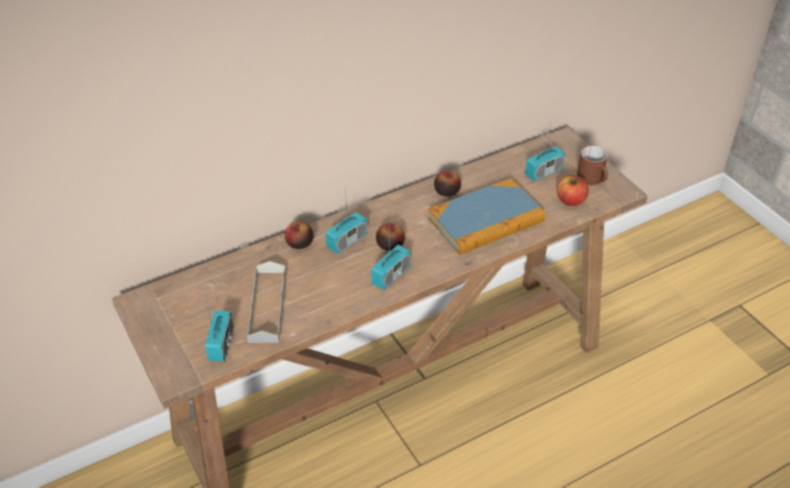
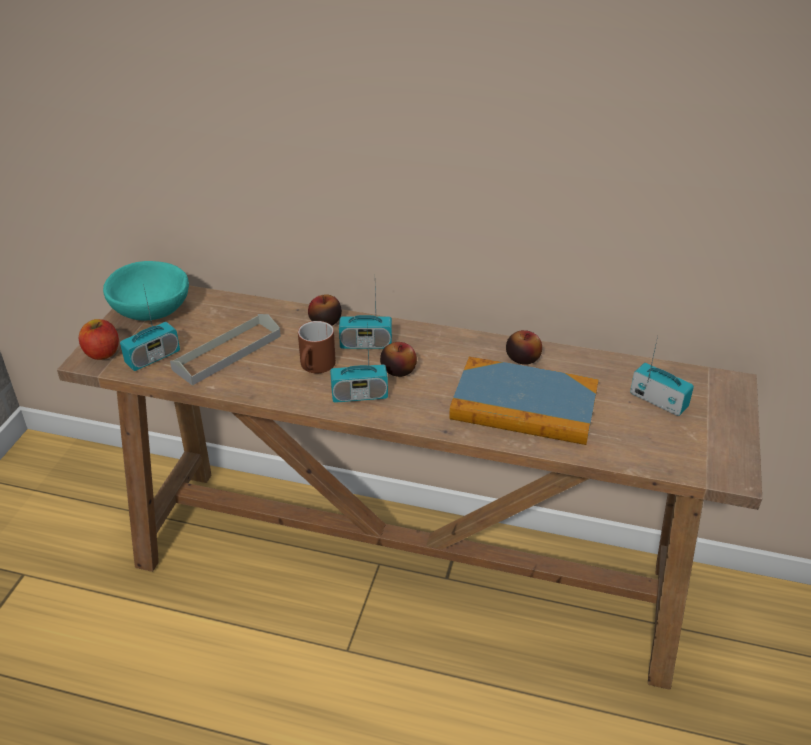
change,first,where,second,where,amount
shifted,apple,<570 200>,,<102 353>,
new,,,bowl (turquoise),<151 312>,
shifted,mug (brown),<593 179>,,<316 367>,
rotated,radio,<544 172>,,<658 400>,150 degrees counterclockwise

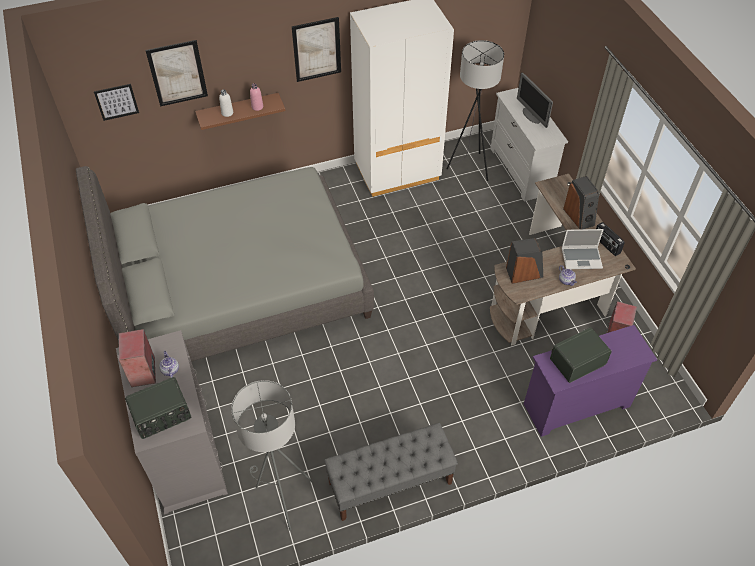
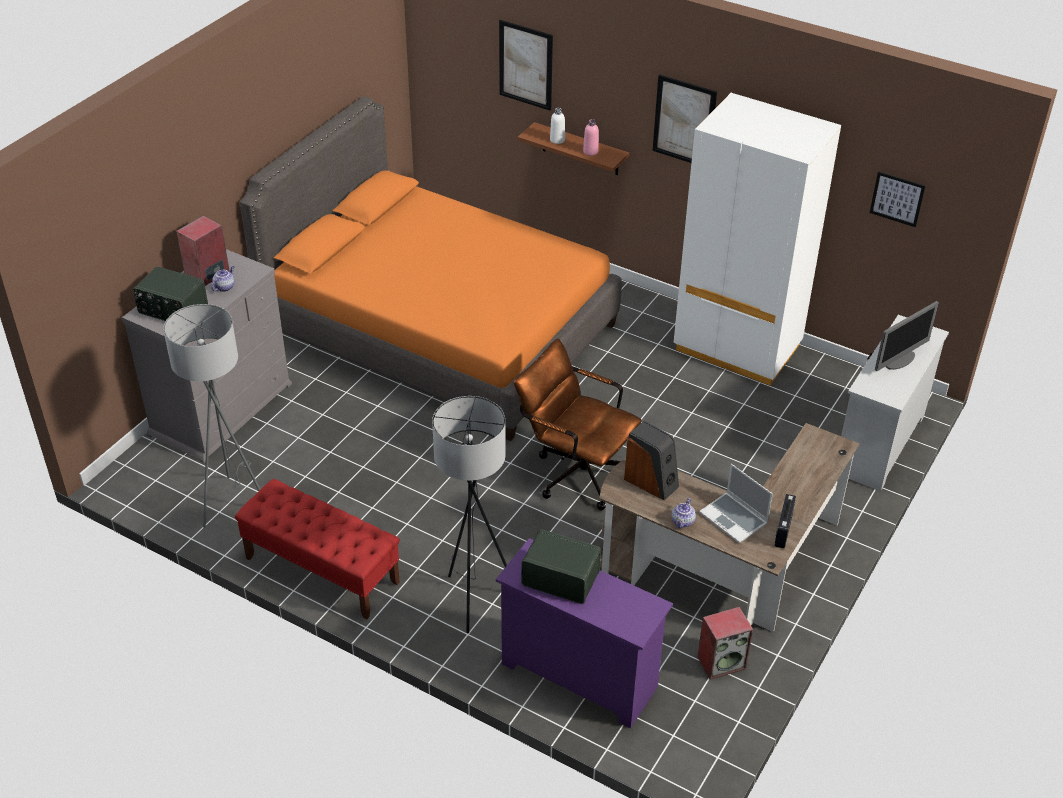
change,first,where,second,where,amount
repainted,bench (grey),<389 483>,bench (red),<321 570>,
repainted,bed (grey),<239 288>,bed (orange),<440 331>,
shifted,floor lamp (grey),<467 168>,,<473 597>,
new,,,office chair (brown),<575 471>,
shifted,picture,<116 102>,,<897 199>,
rotated,monitor,<531 116>,,<900 360>,150 degrees counterclockwise
gone,speaker,<579 216>,,,

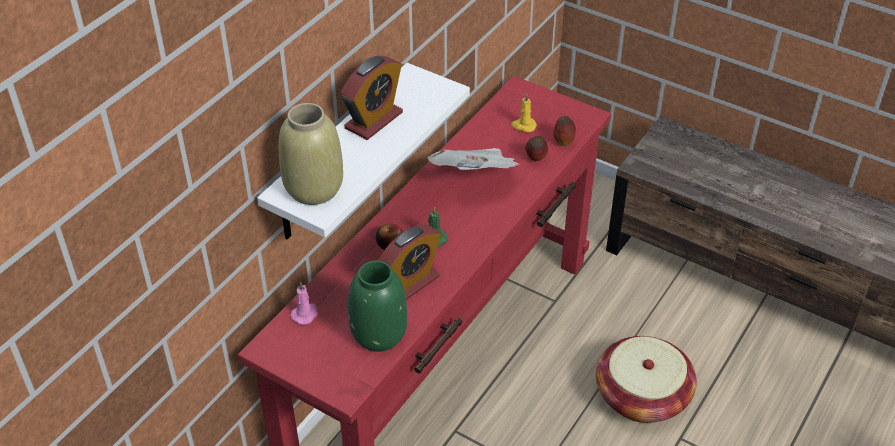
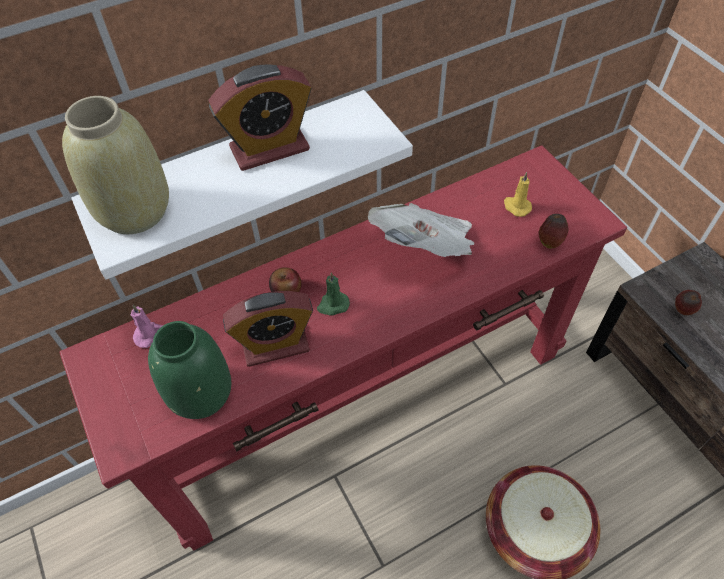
change,first,where,second,where,amount
shifted,apple,<535 159>,,<682 311>,

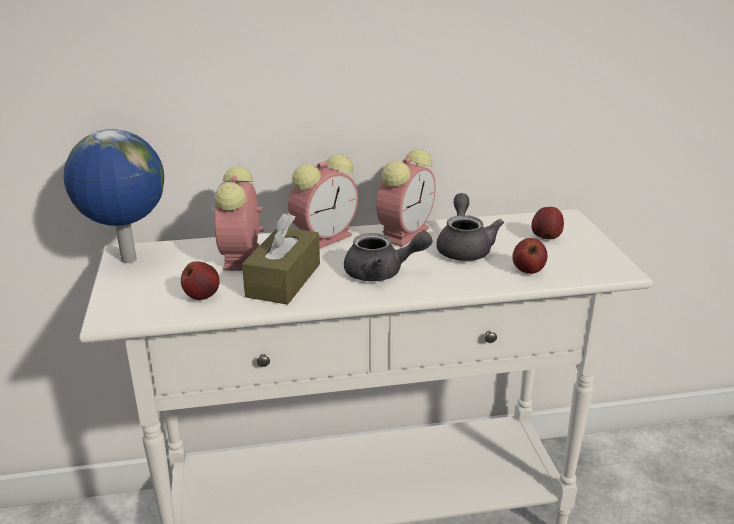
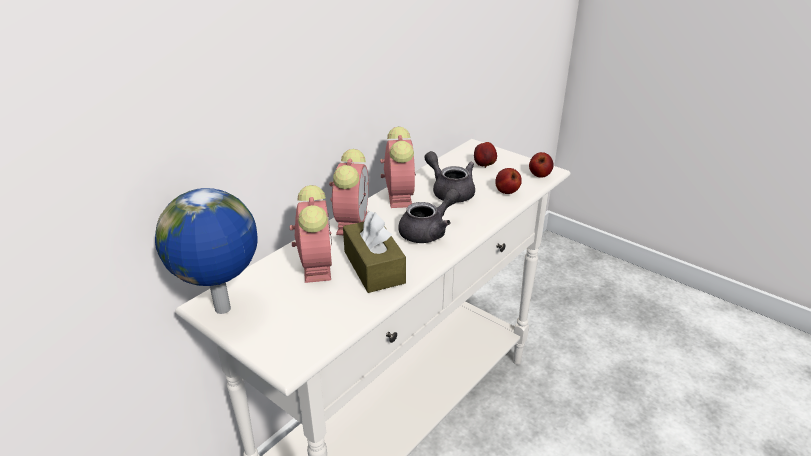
change,first,where,second,where,amount
rotated,alarm clock,<241 258>,,<316 265>,150 degrees counterclockwise
shifted,apple,<202 296>,,<539 175>,

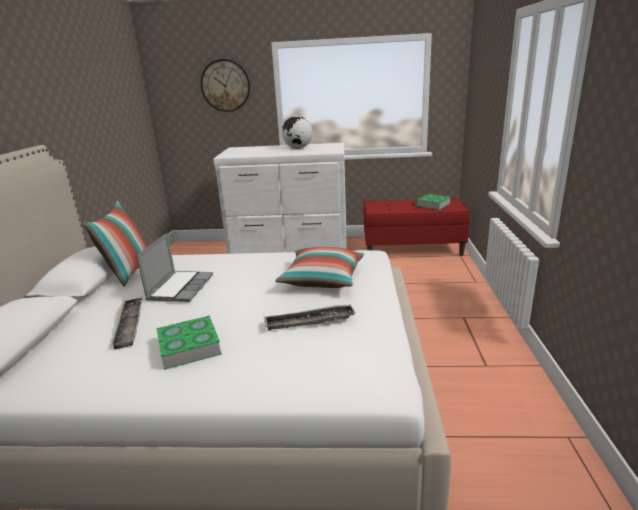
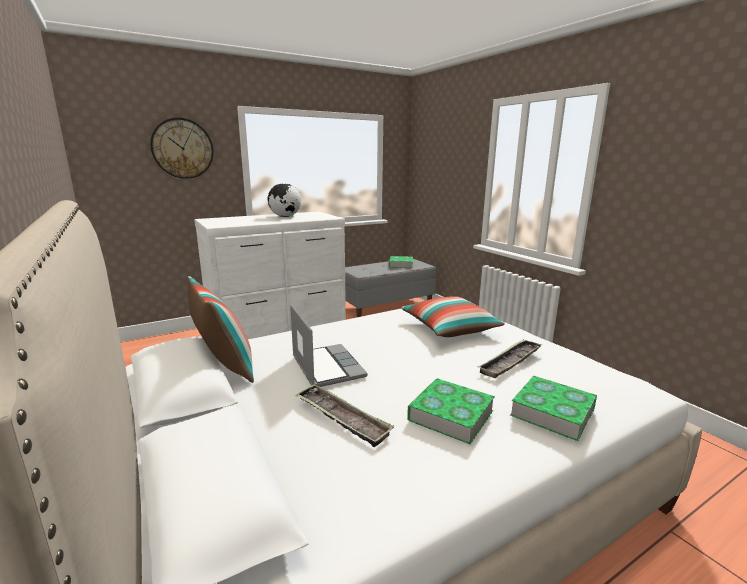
change,first,where,second,where,amount
repainted,bench (red),<412 249>,bench (grey),<386 307>,
new,,,book,<552 412>,

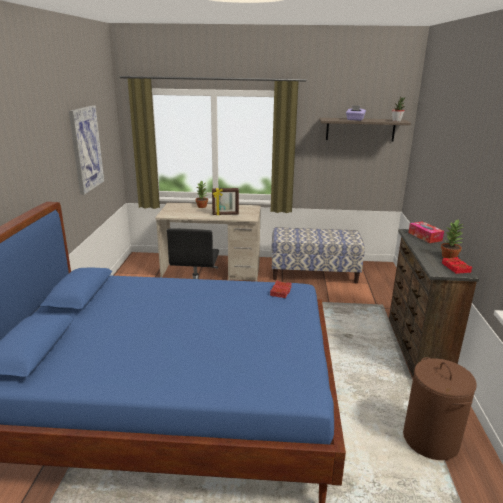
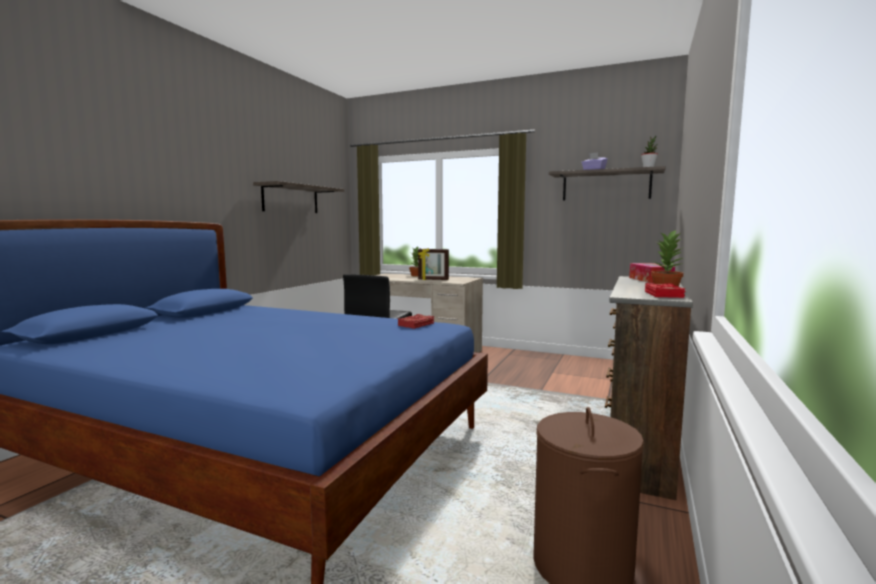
change,first,where,second,where,amount
swapped,picture,<86 149>,shelf,<291 199>,
gone,bench,<314 273>,,,

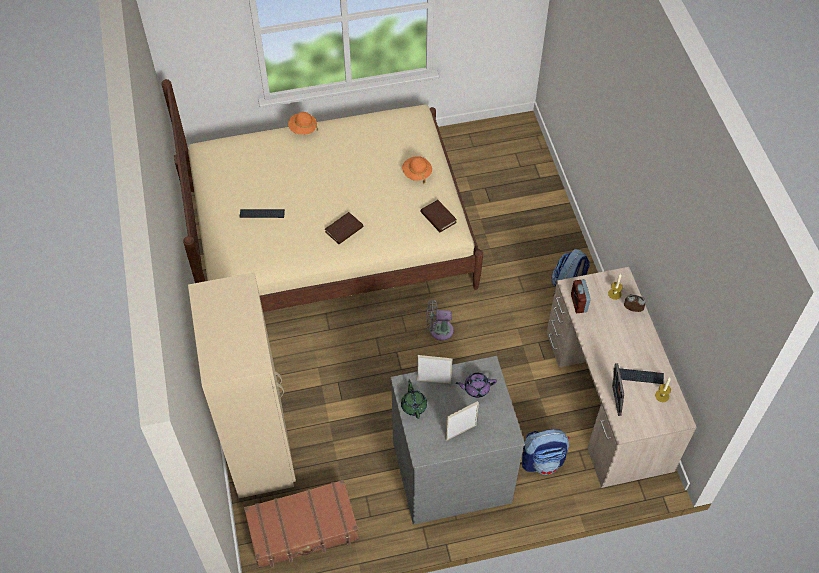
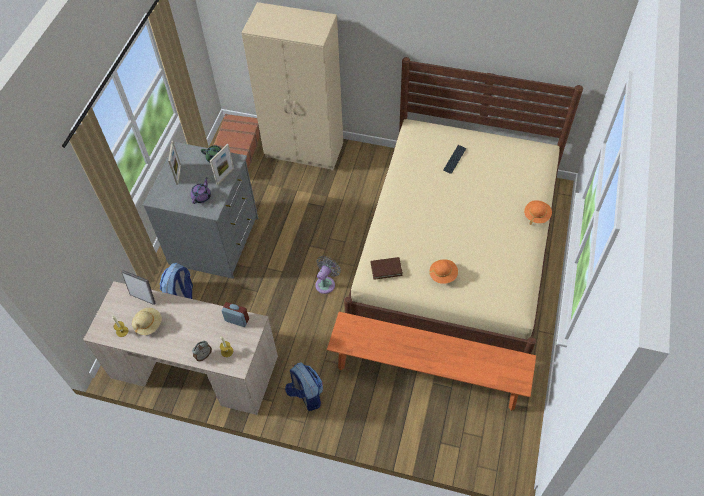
change,first,where,second,where,amount
swapped,keyboard,<638 376>,hat (beige),<148 324>,
new,,,bench (orange),<427 374>,
gone,book (brown),<344 229>,,,

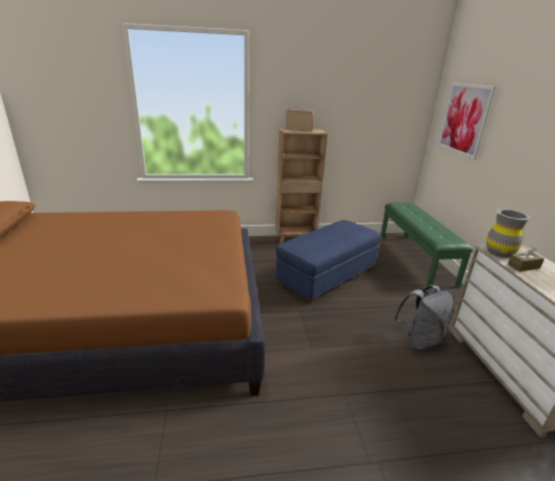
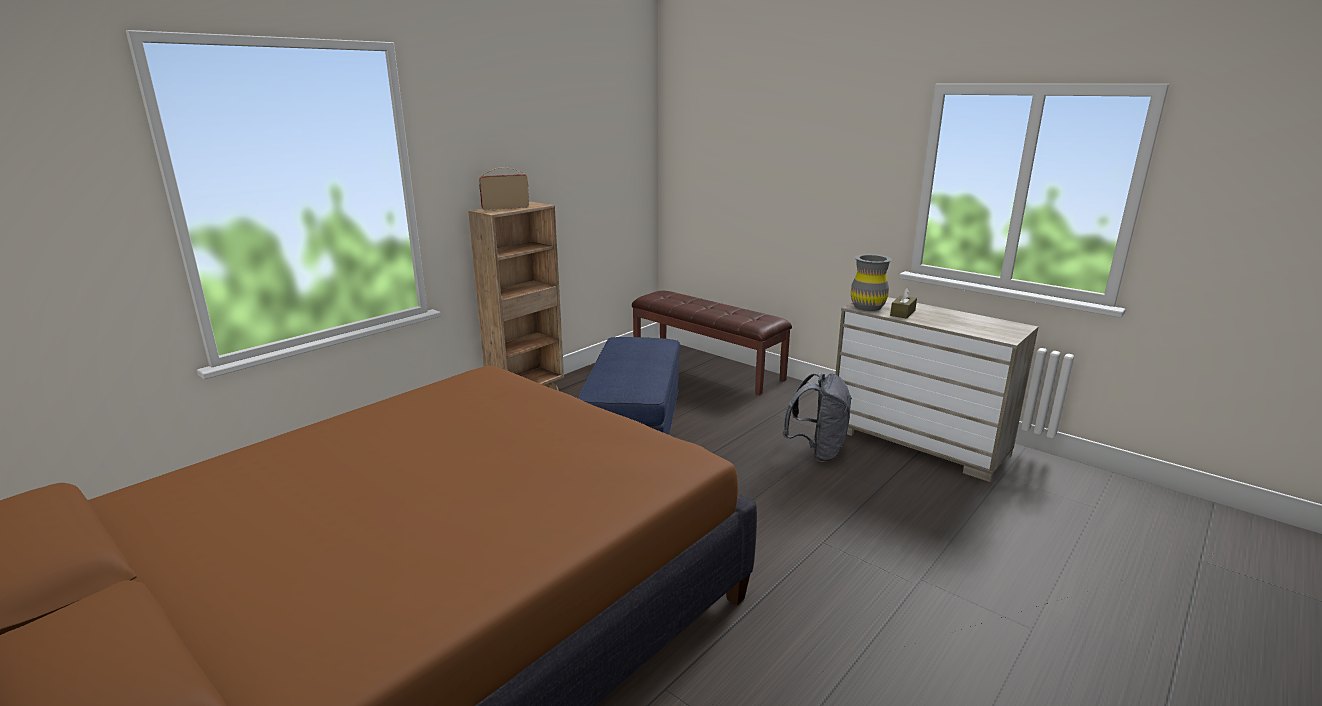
change,first,where,second,where,amount
repainted,bench (green),<416 259>,bench (brown),<707 366>,
gone,picture,<464 119>,,,

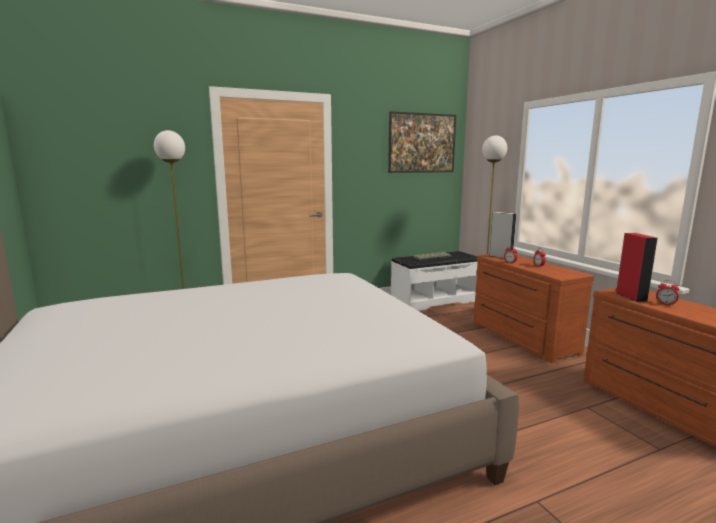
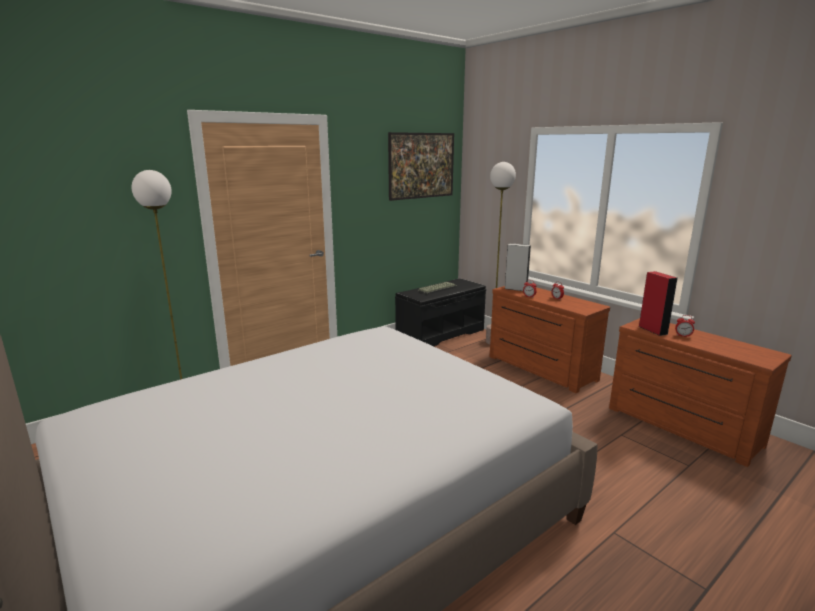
change,first,where,second,where,amount
repainted,bench (white),<434 301>,bench (black),<440 334>,

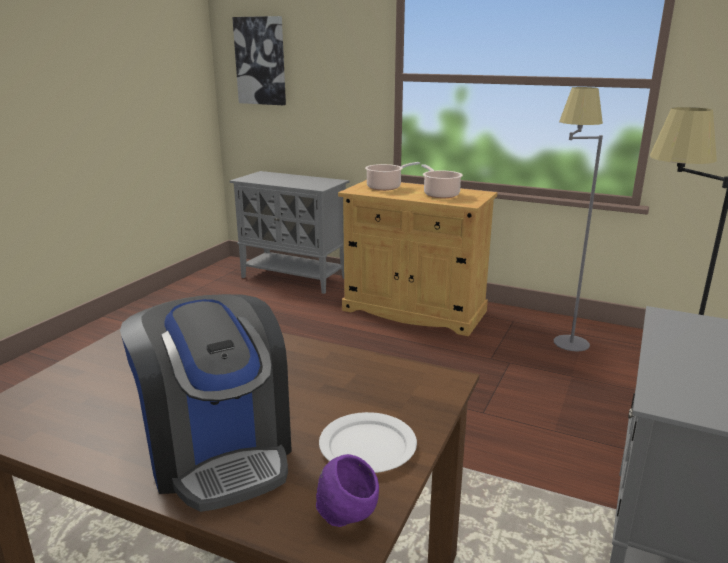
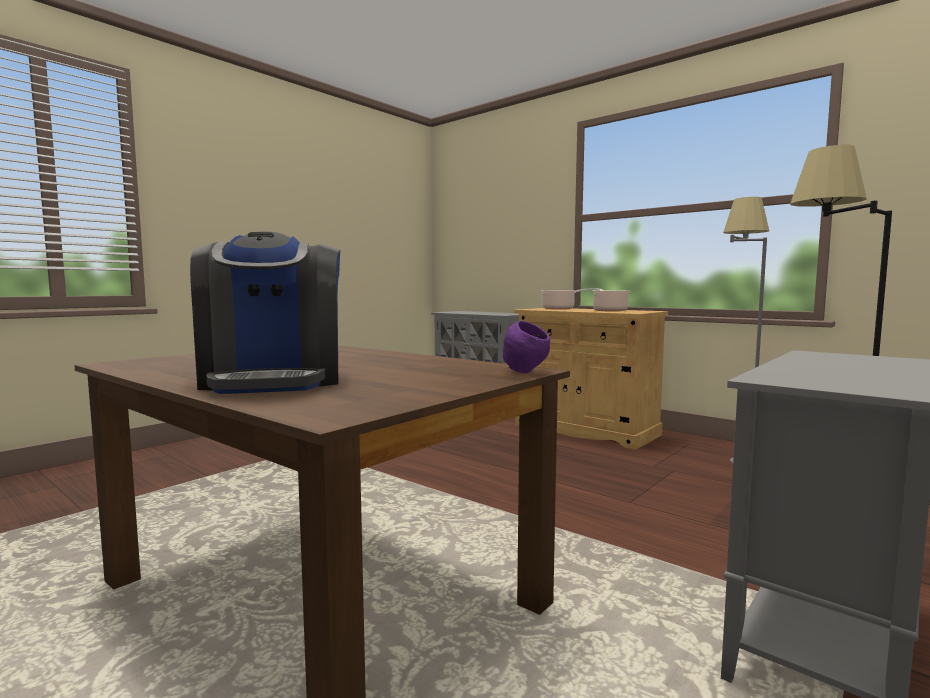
change,first,where,second,where,amount
shifted,bowl (purple),<347 519>,,<525 372>,
gone,picture,<261 61>,,,
gone,plate (white),<368 446>,,,

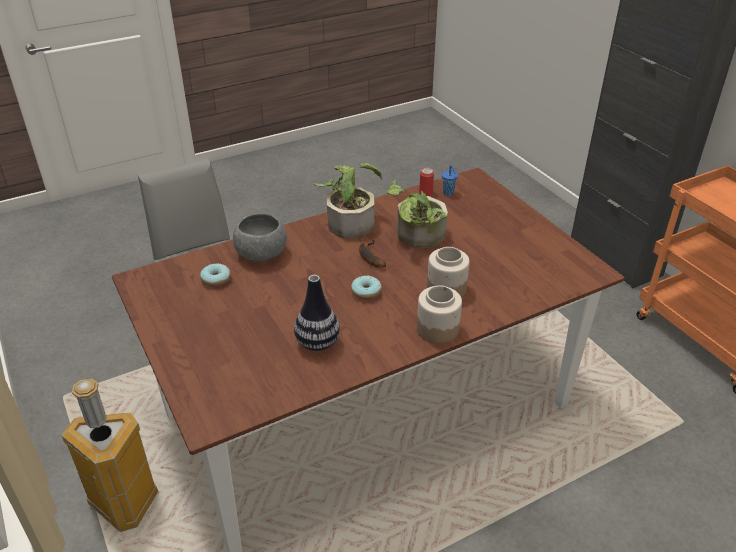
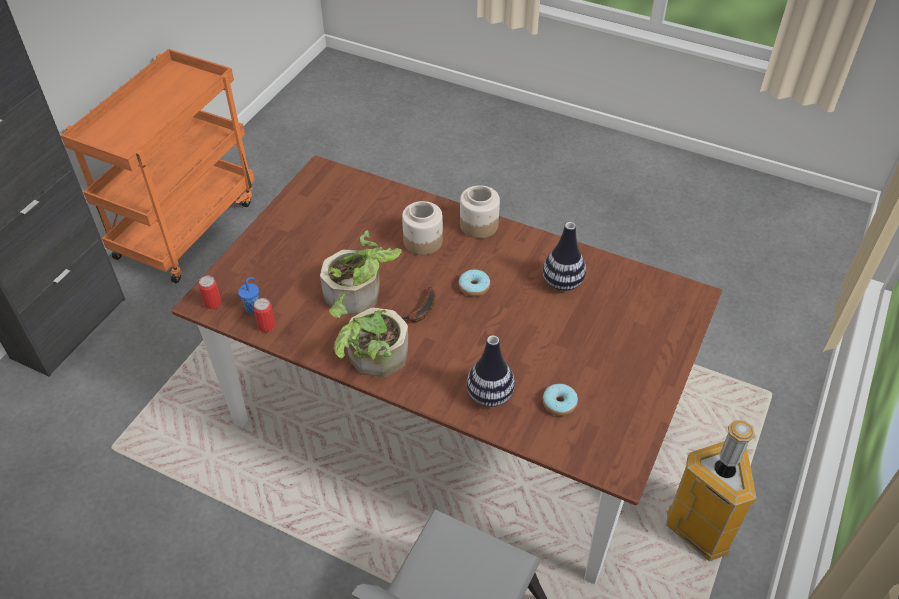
change,first,where,second,where,amount
new,,,can,<213 303>,
swapped,bowl (grey),<262 254>,vase,<489 395>,

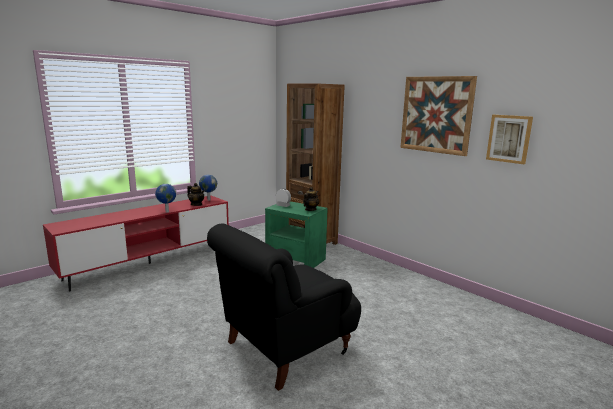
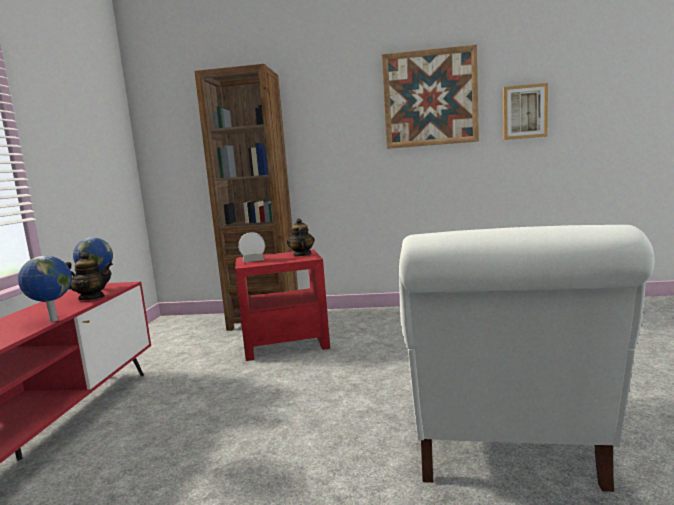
change,first,where,second,where,amount
repainted,side table (green),<295 259>,side table (red),<285 343>,
repainted,armchair (black),<284 348>,armchair (white),<500 439>,

